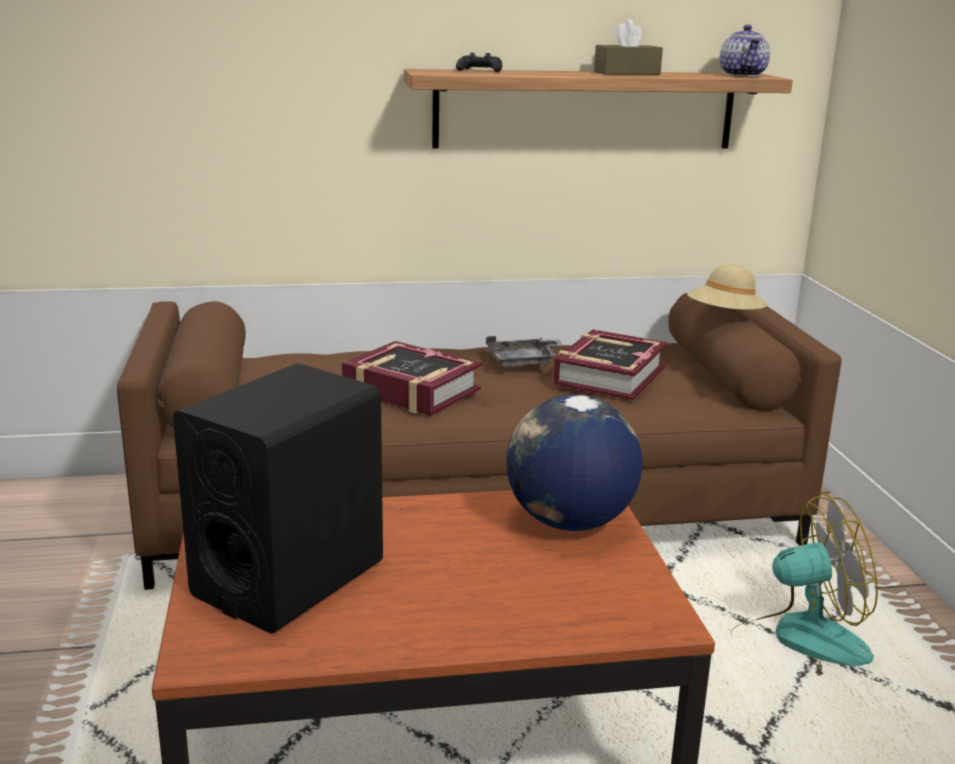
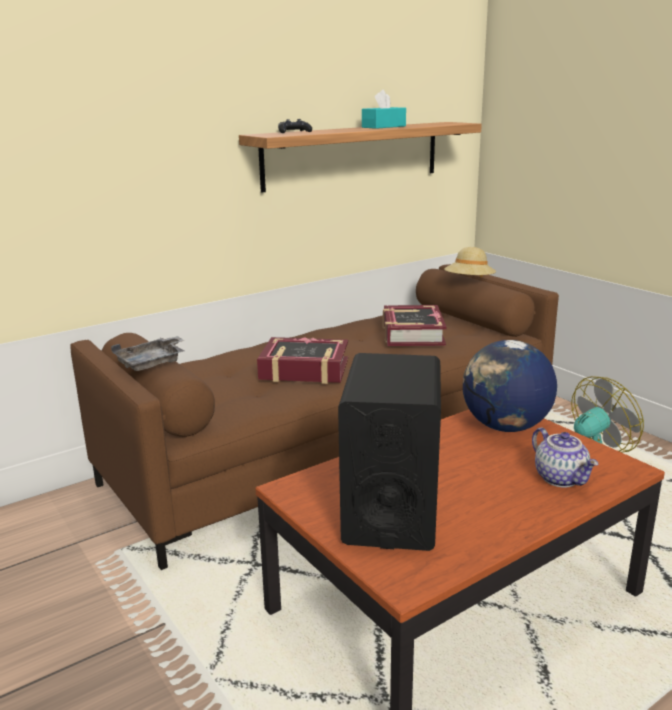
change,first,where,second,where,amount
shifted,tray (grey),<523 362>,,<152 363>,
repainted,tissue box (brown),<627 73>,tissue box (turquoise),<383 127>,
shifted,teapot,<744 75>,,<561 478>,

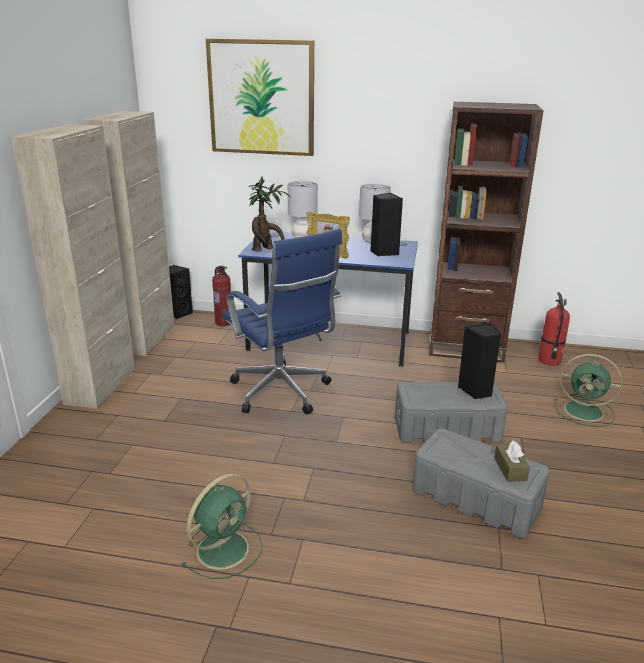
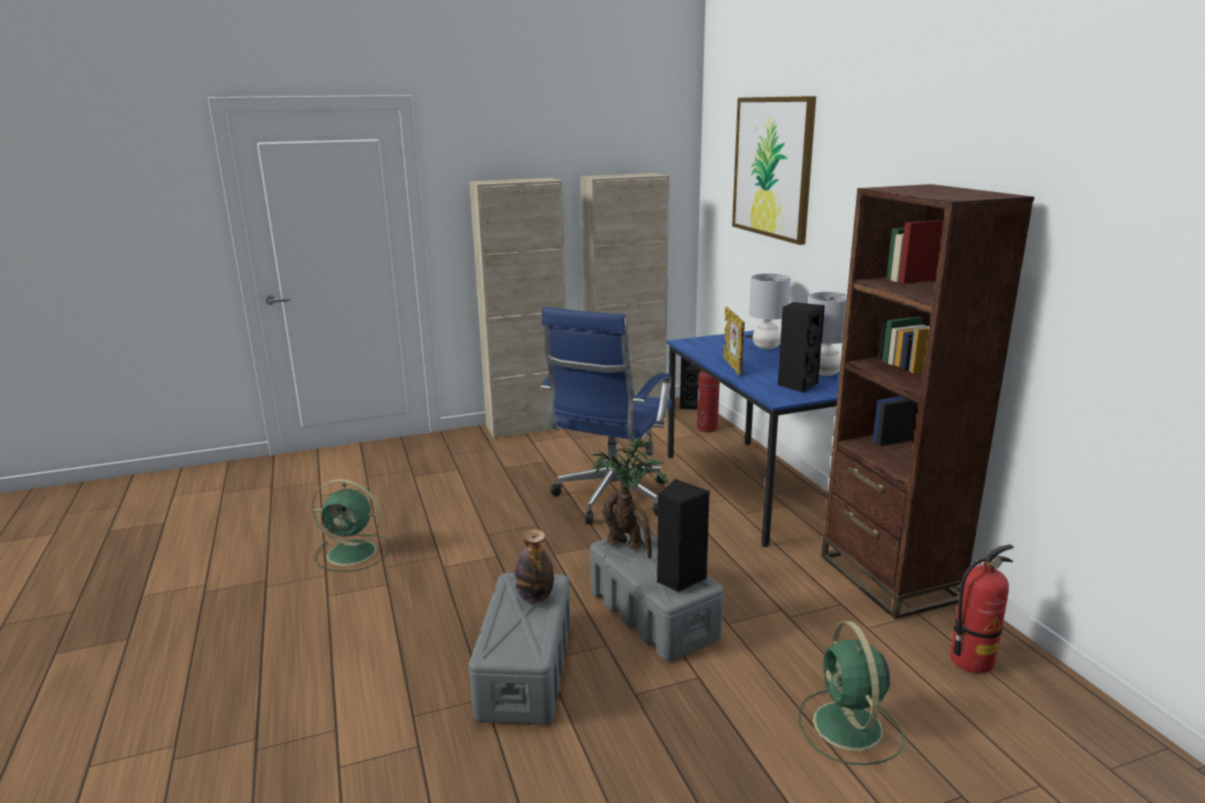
change,first,where,second,where,amount
new,,,bottle,<535 598>,
shifted,potted plant,<266 249>,,<628 546>,
gone,tissue box (brown),<510 469>,,,

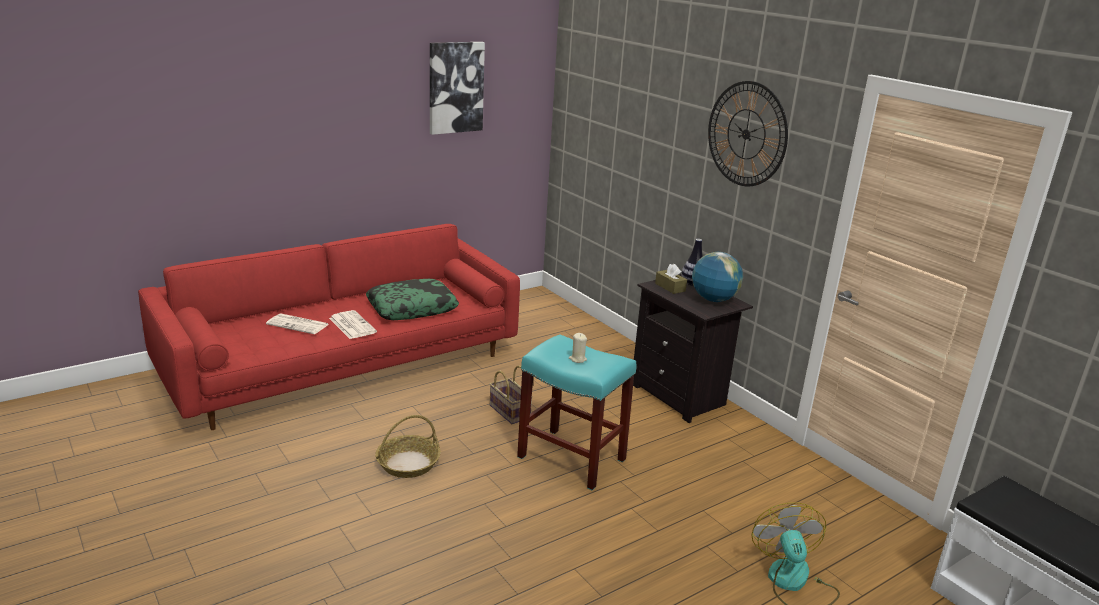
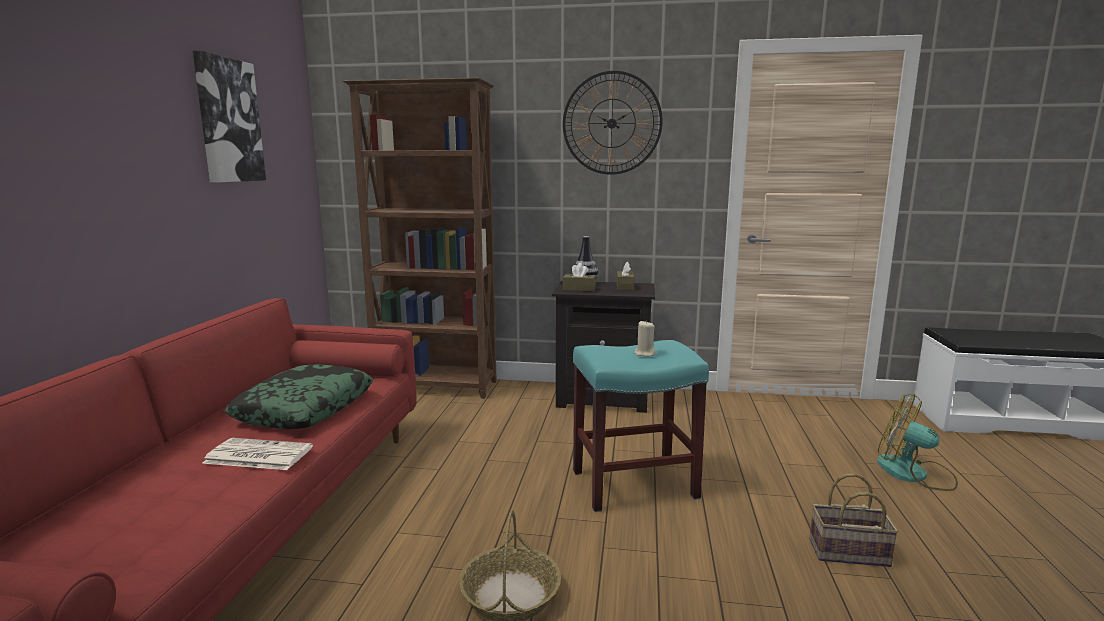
change,first,where,second,where,amount
new,,,bookcase (brown),<436 387>,
swapped,globe,<713 299>,tissue box (brown),<625 287>,
shifted,basket,<508 411>,,<847 553>,
gone,newspaper,<298 324>,,,

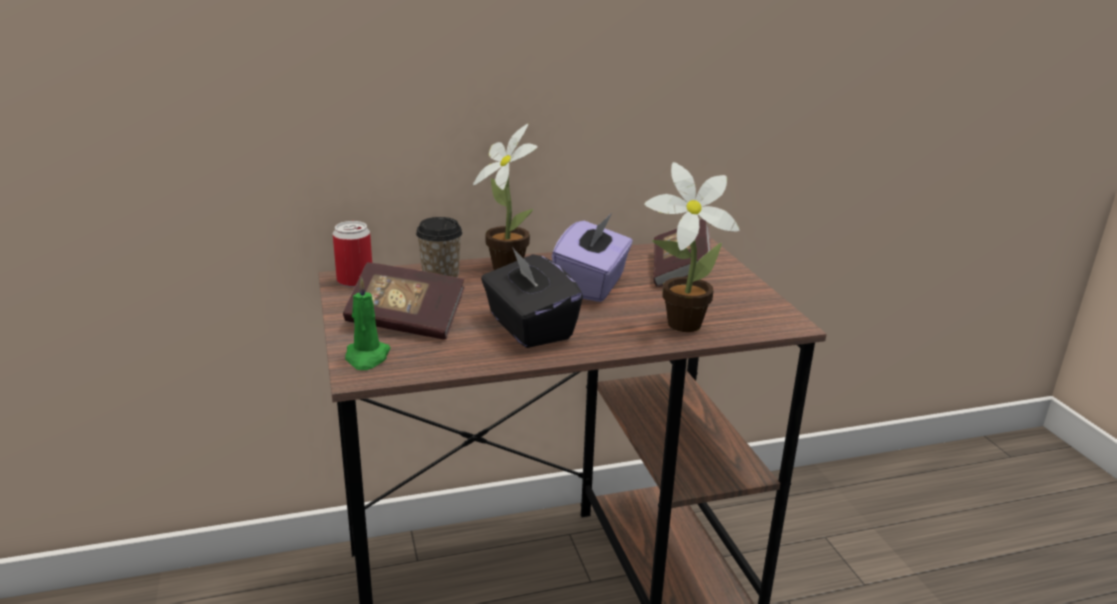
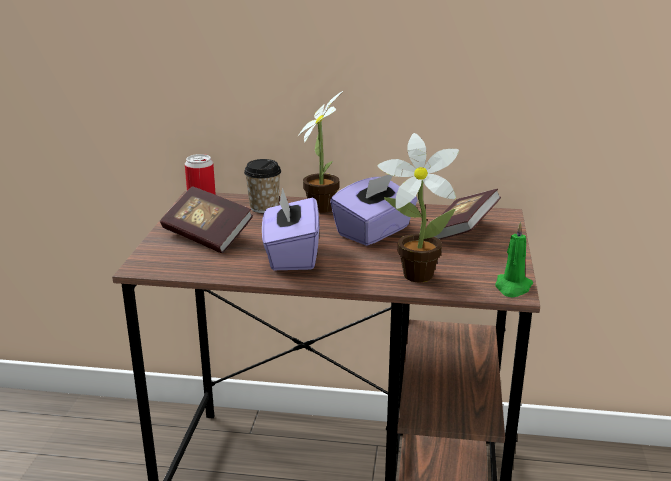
change,first,where,second,where,amount
repainted,tissue box (black),<529 327>,tissue box (purple),<291 255>,
shifted,candle (green),<367 357>,,<512 287>,

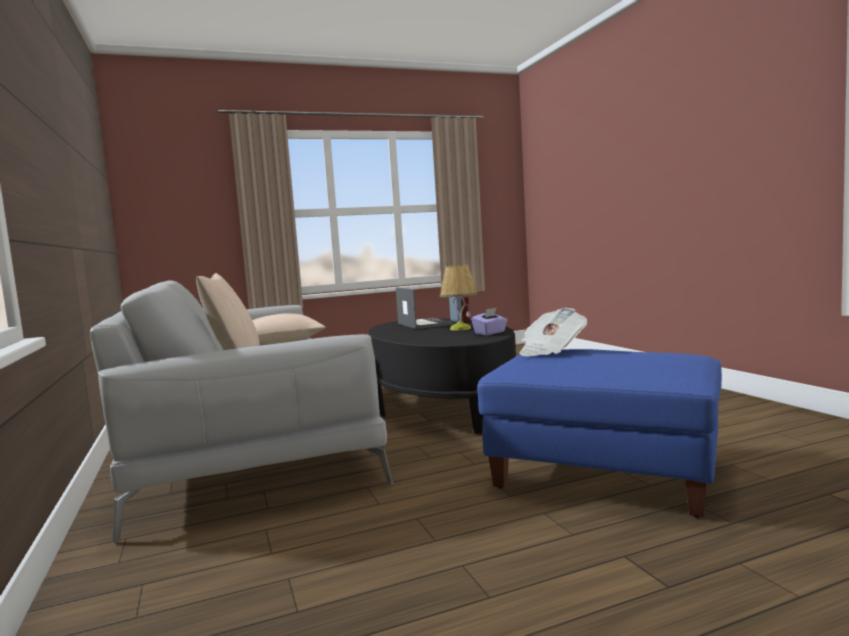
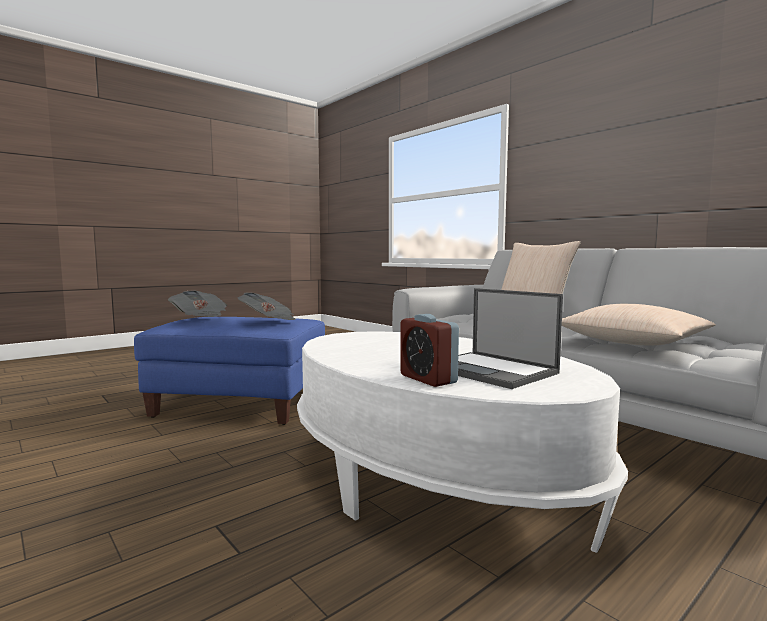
change,first,where,second,where,amount
new,,,newspaper,<201 320>,
repainted,coffee table (black),<441 406>,coffee table (white),<431 480>,
gone,table lamp,<460 328>,,,
gone,tissue box (purple),<490 333>,,,

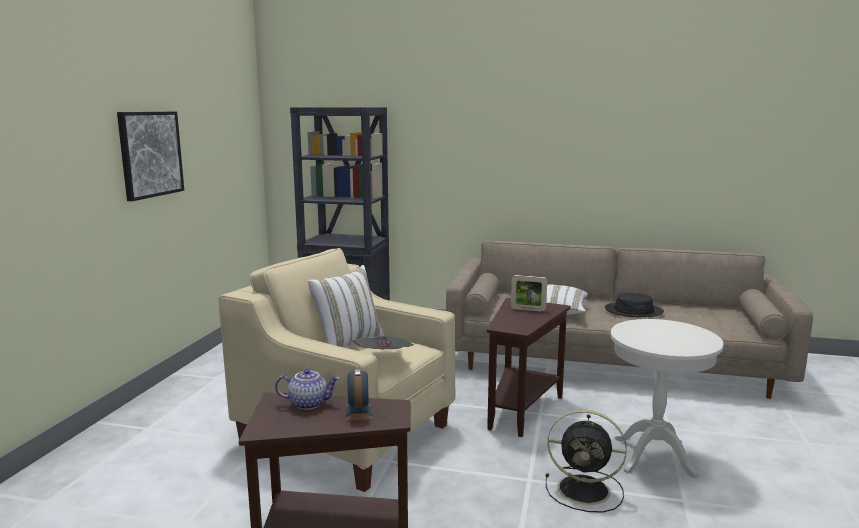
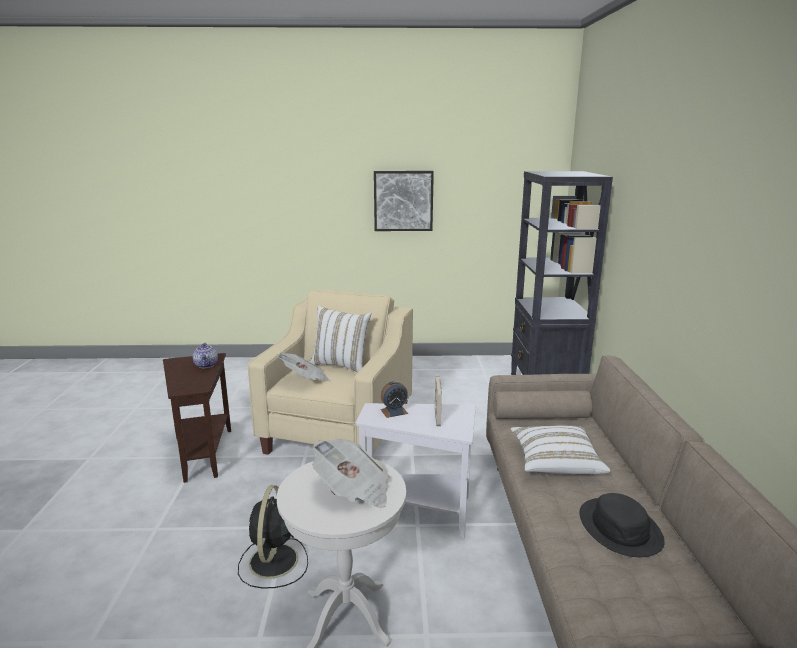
change,first,where,second,where,amount
new,,,newspaper,<353 491>,
repainted,side table (brown),<521 409>,side table (white),<421 511>,
shifted,alarm clock,<358 412>,,<394 411>,

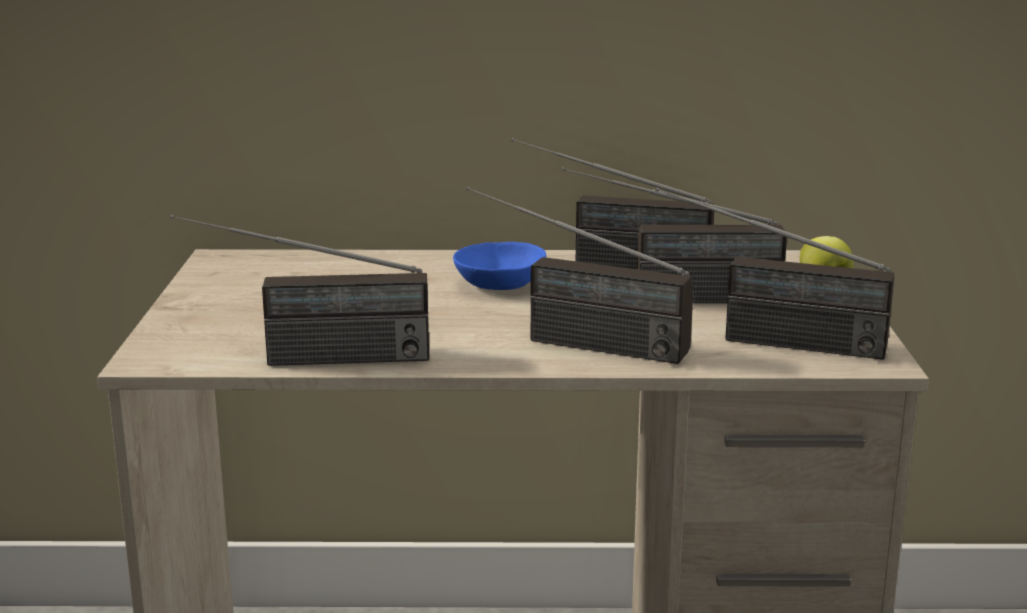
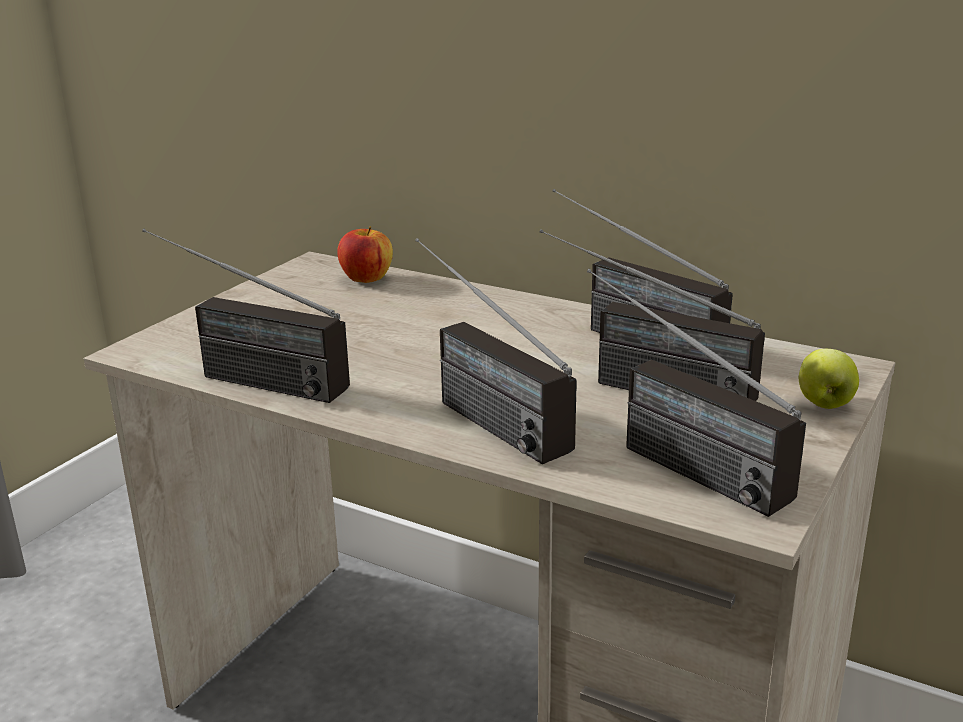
change,first,where,second,where,amount
new,,,apple,<366 279>,
gone,bowl (blue),<499 282>,,,

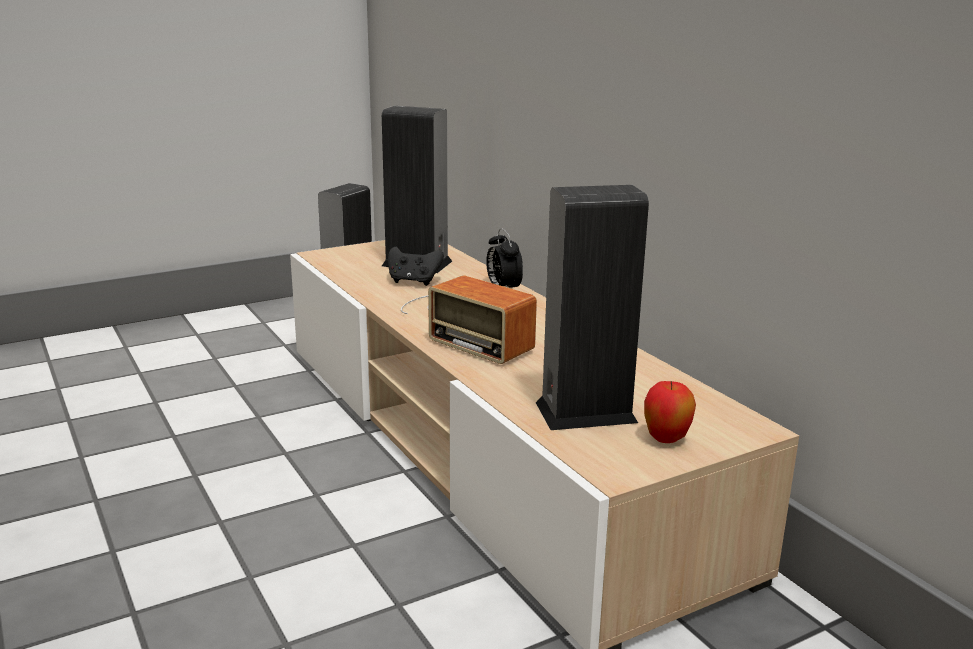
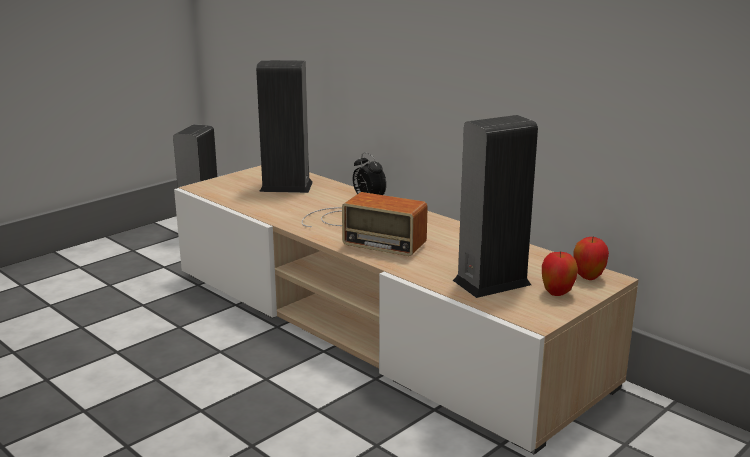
change,first,where,second,where,amount
new,,,apple,<588 277>,
gone,game controller (black),<413 281>,,,

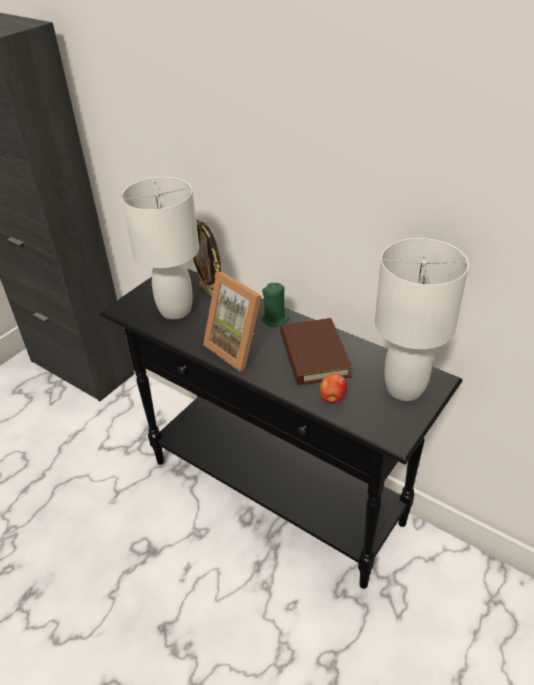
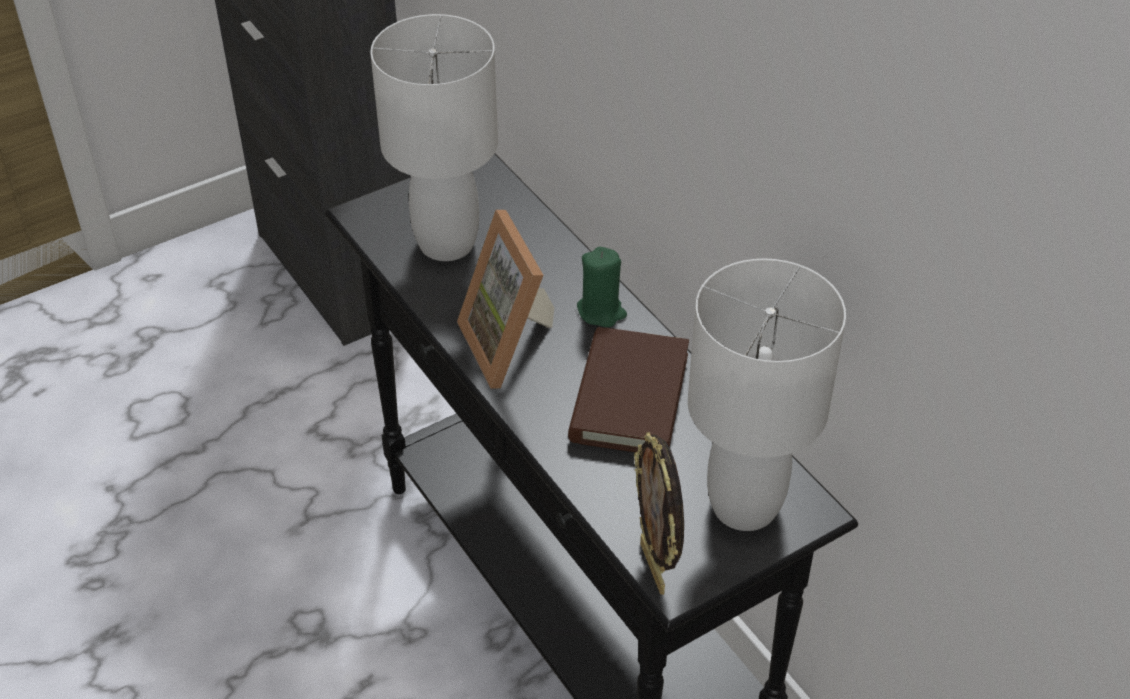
change,first,where,second,where,amount
shifted,picture frame,<209 292>,,<655 567>,
gone,apple,<332 398>,,,

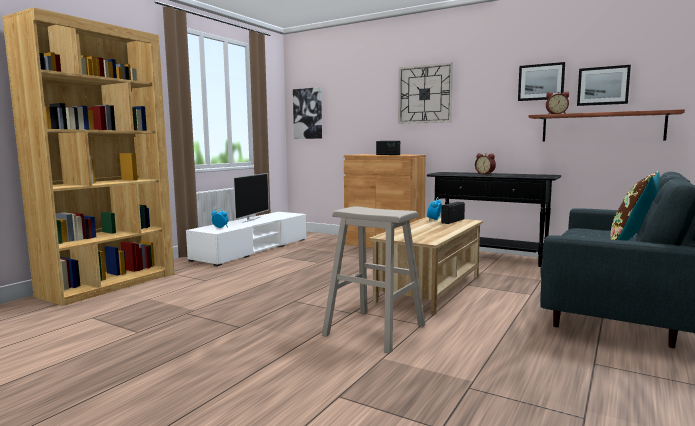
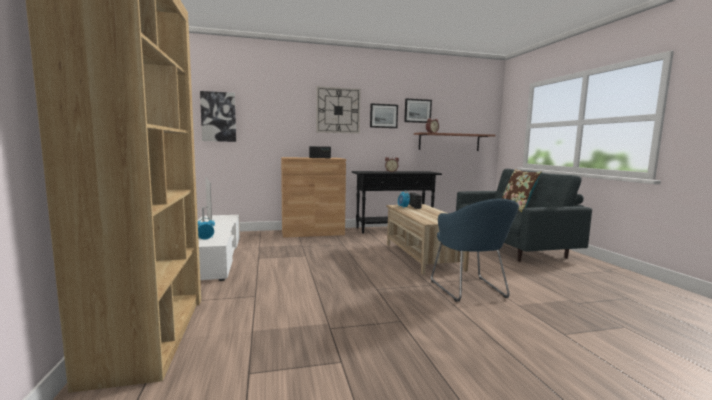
change,first,where,second,where,amount
shifted,picture,<603 86>,,<383 116>,
swapped,stool (beige),<374 330>,armchair (blue),<470 290>,

